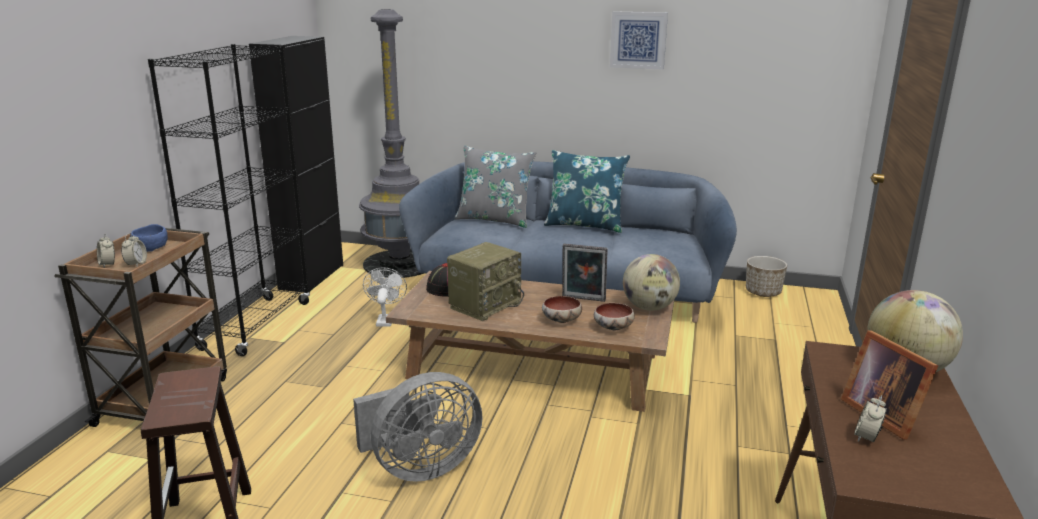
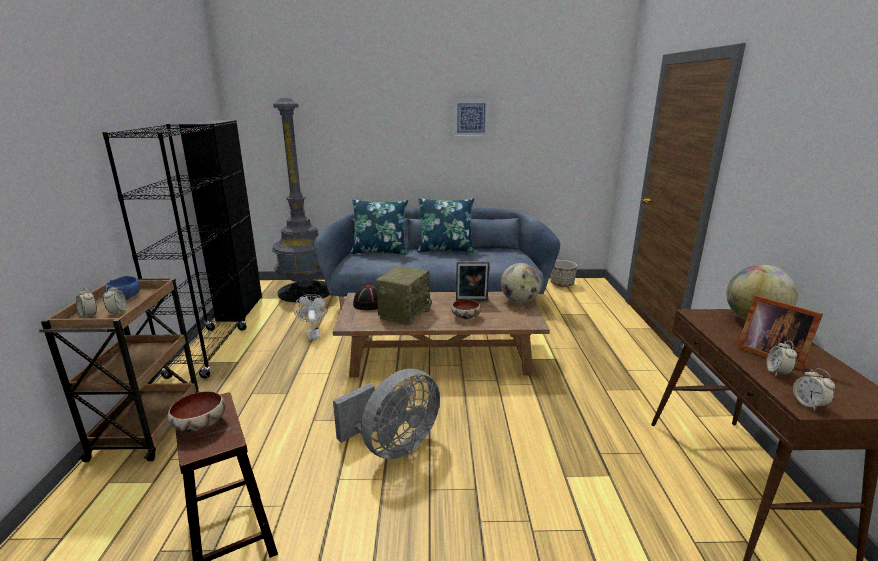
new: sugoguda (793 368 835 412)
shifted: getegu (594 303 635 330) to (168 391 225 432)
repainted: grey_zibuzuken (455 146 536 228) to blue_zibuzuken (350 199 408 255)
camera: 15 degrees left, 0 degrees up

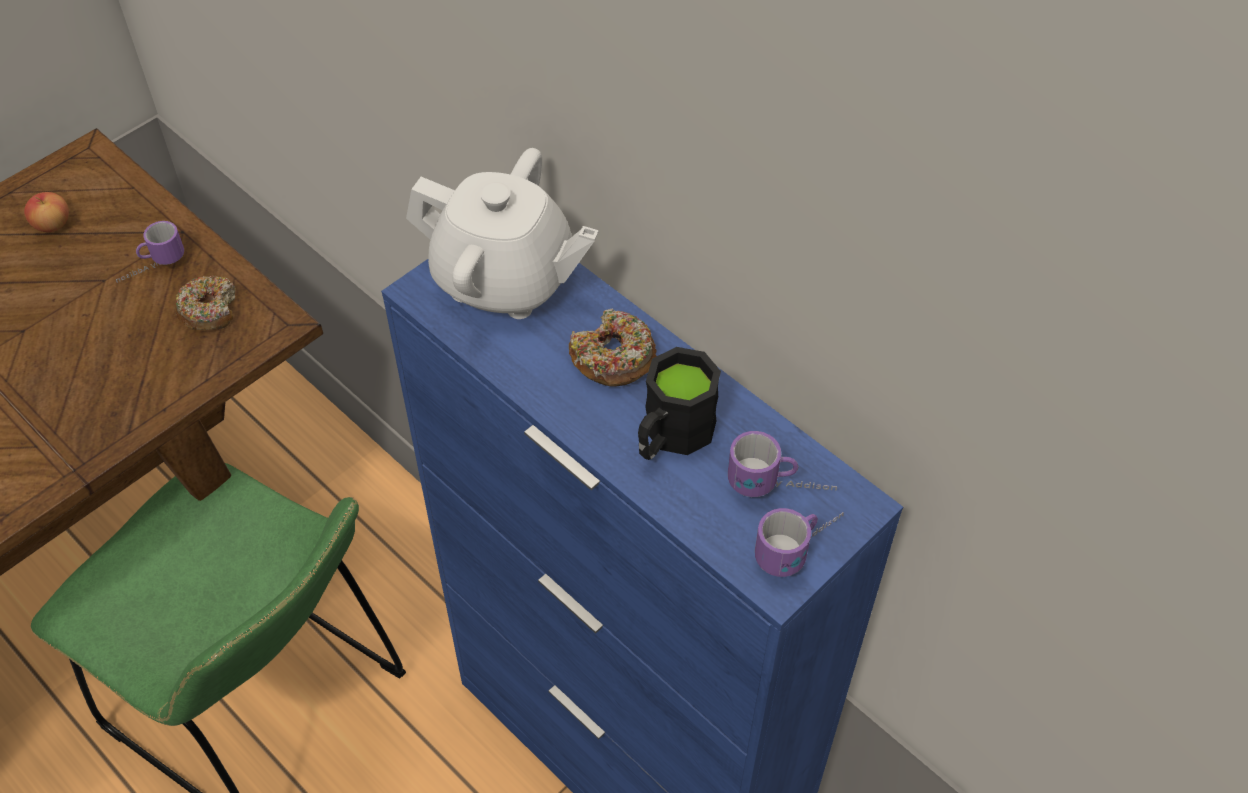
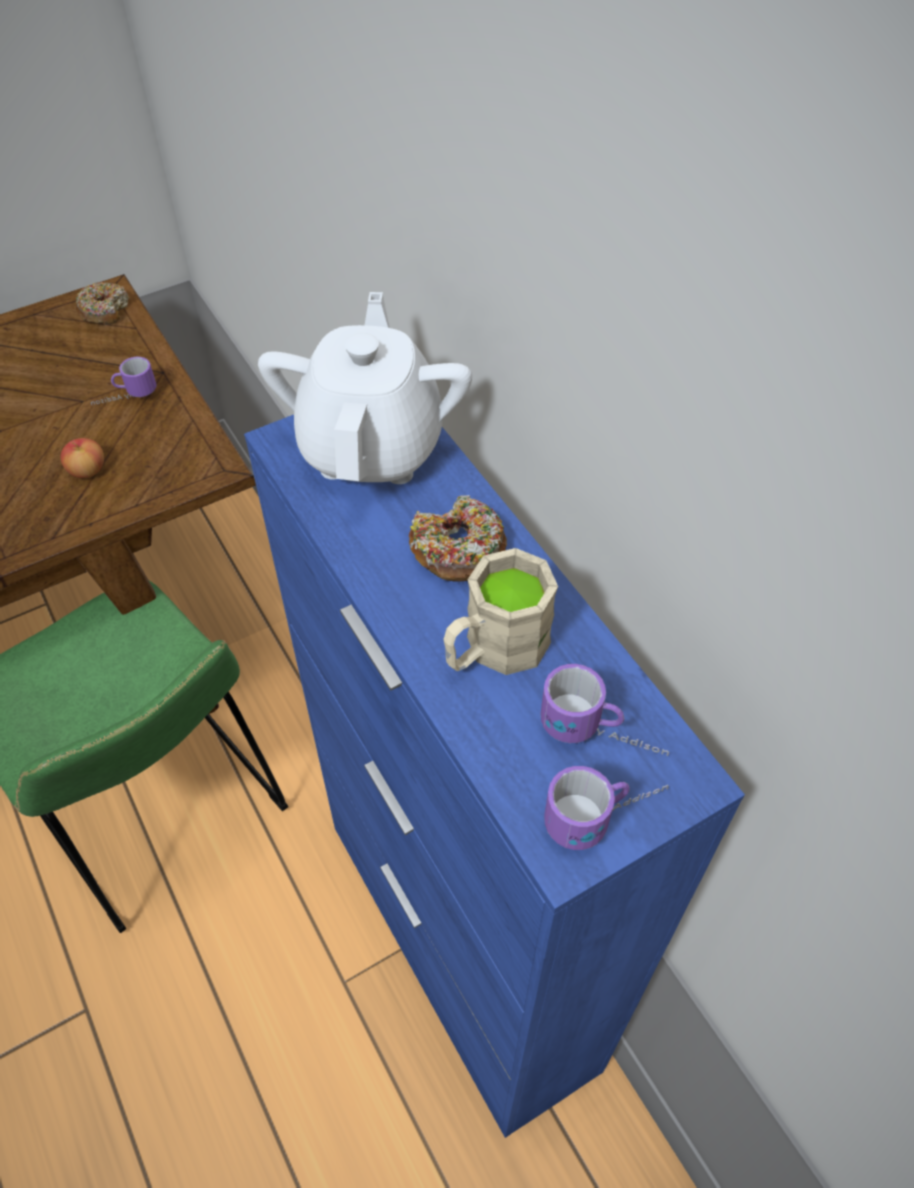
shifted: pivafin (24 192 69 232) to (61 438 104 478); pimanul (174 275 236 330) to (76 282 129 325)
repainted: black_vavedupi (638 347 721 460) to beige_vavedupi (443 548 558 675)
rotated: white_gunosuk (406 148 599 319) = (258 292 472 484) 120 degrees counterclockwise
camera: 15 degrees right, 0 degrees up

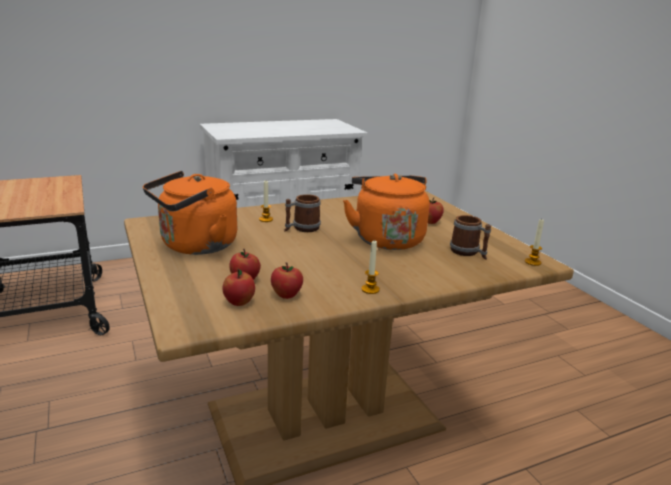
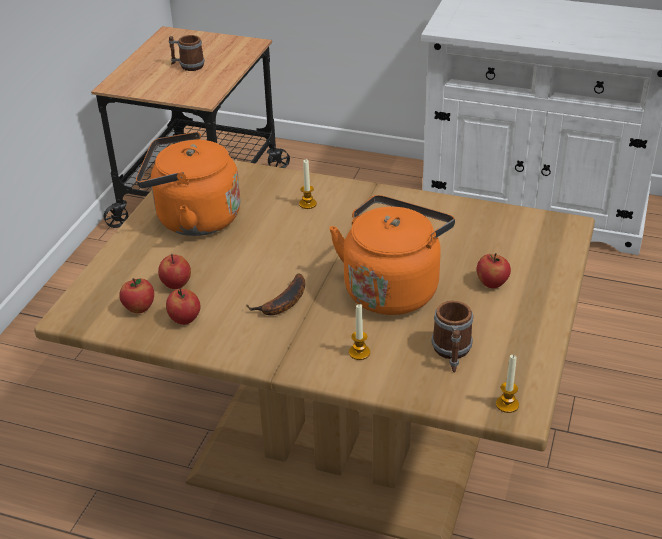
new: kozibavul (246 273 305 315)
shifted: vavedupi (284 194 321 232) to (169 35 205 71); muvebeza (361 241 380 294) to (349 304 370 360)
camera: 45 degrees right, 15 degrees up

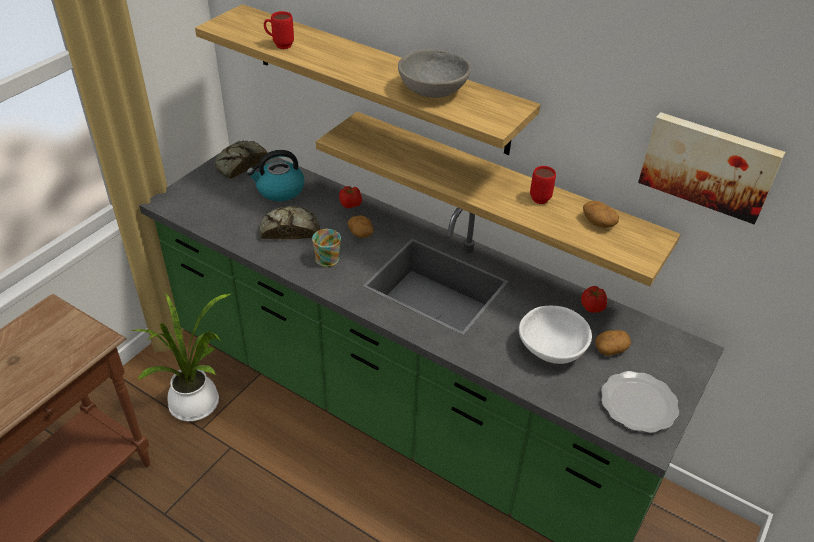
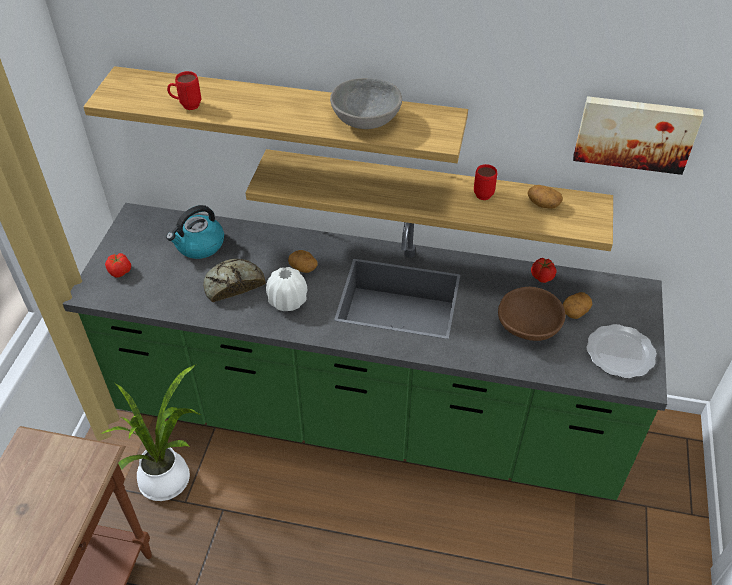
gone: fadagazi (215 141 268 179)
shifted: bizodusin (339 186 362 208) to (105 253 131 278)
swapped: vavedupi (312 229 341 267) to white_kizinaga (266 267 307 311)
repainted: white_getegu (519 306 592 364) to brown_getegu (498 287 565 341)
camera: 20 degrees left, 5 degrees up

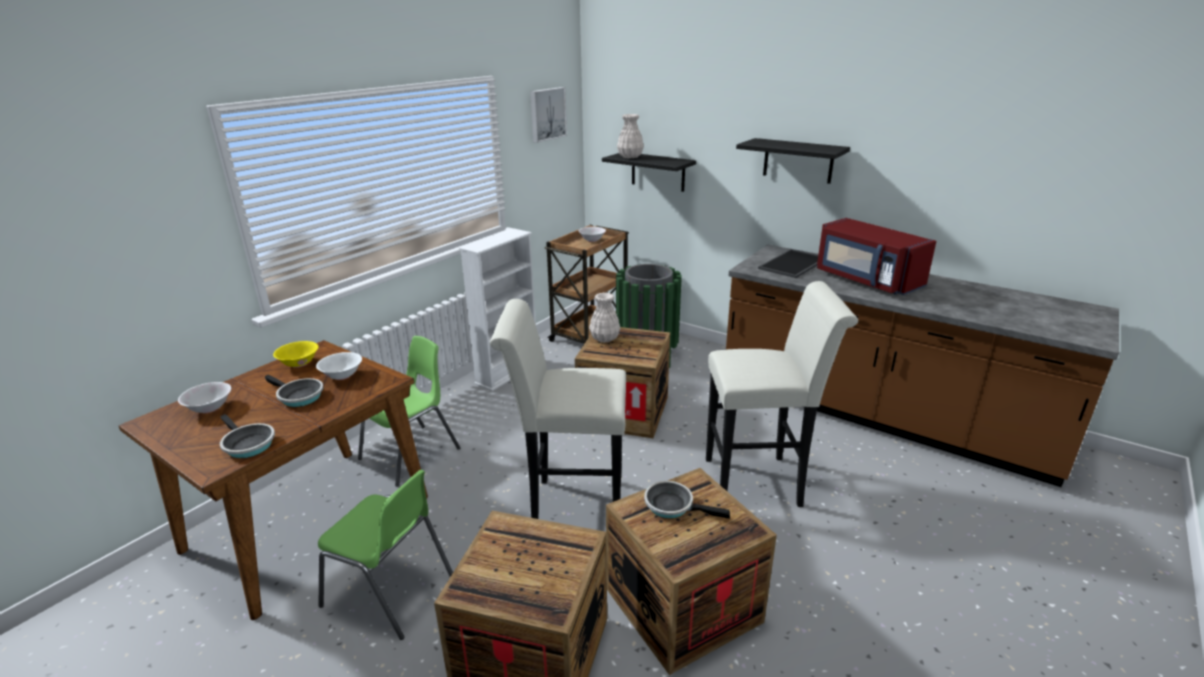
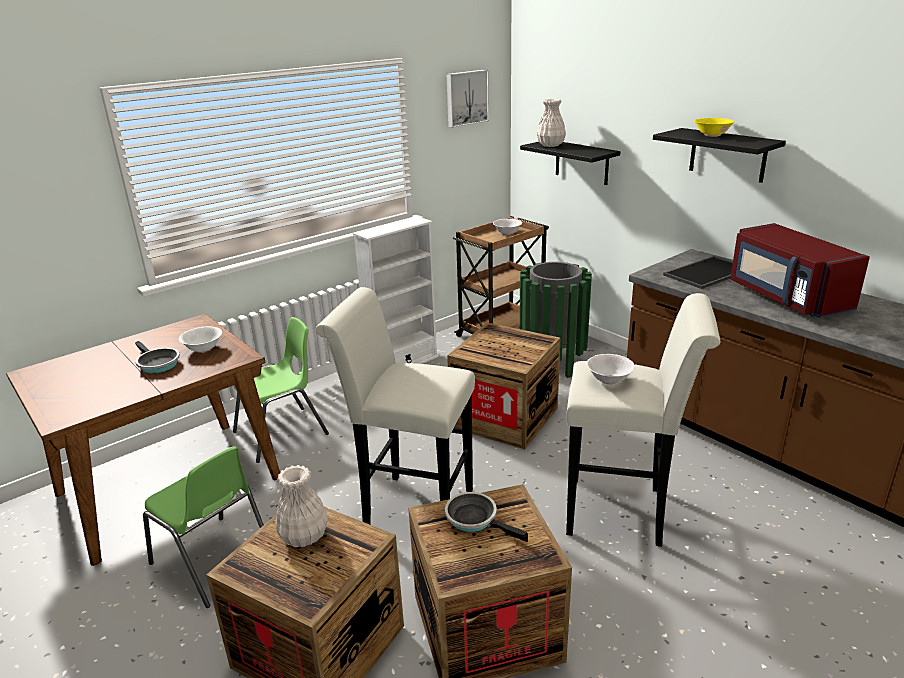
gone: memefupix (220 414 275 458)
shifted: white_getegu (178 382 231 413) to (586 354 635 384); yellow_getegu (273 341 318 368) to (694 118 735 137); white_kizinaga (589 292 620 343) to (275 465 328 547)
camera: 15 degrees right, 0 degrees up

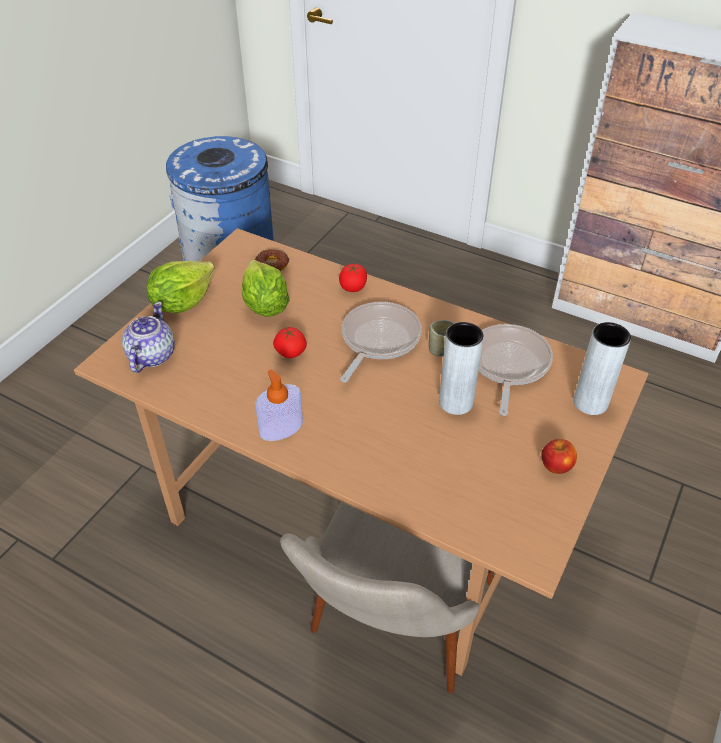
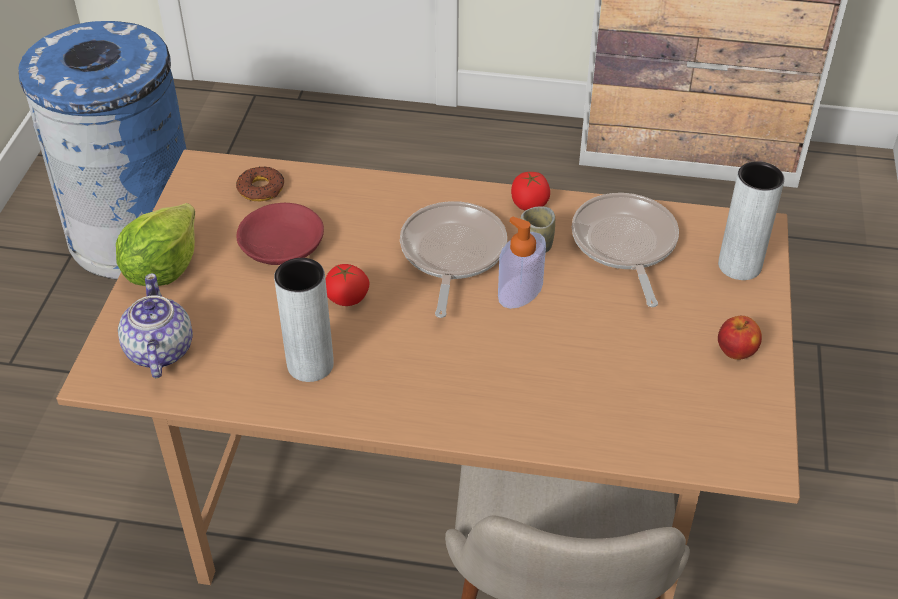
shifted: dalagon (255 369 303 441) to (498 217 546 309); bizodusin (339 264 367 292) to (511 172 550 211); grey_kizinaga (439 322 484 415) to (274 258 334 382)
swapped: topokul (242 260 290 317) to red_getegu (237 203 324 265)
camera: 20 degrees left, 0 degrees up

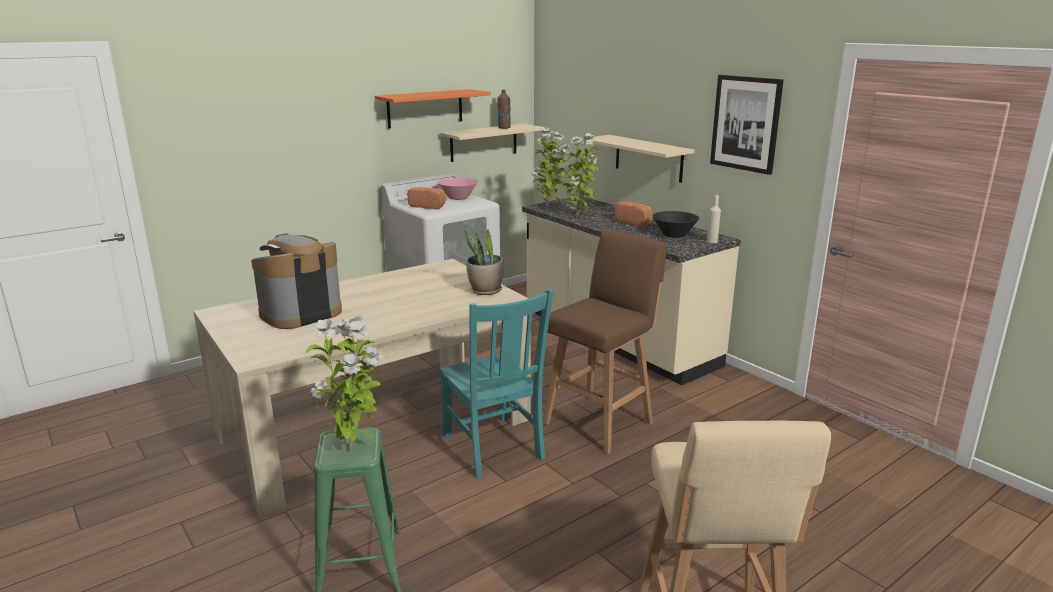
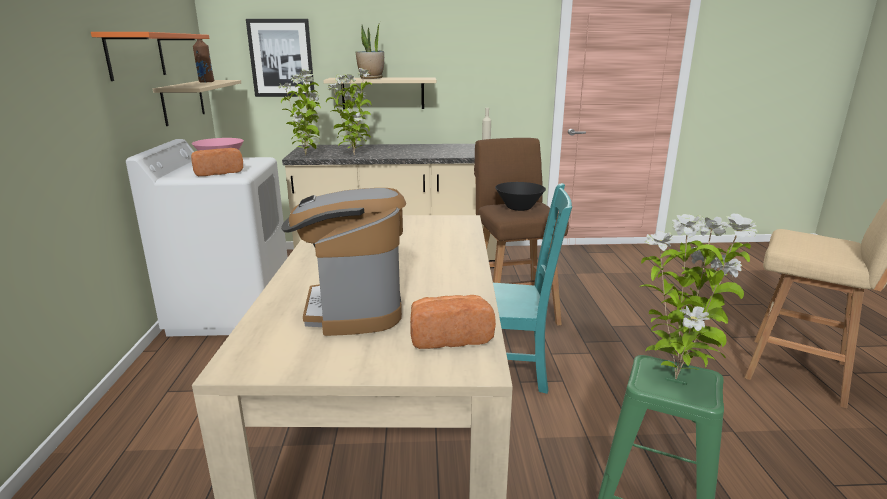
shifted: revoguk (465 229 503 295) to (356 21 384 79); fadagazi (614 202 653 227) to (410 295 496 349); black_getegu (652 211 699 238) to (495 182 546 211); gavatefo (710 75 784 175) to (246 19 314 97)
camera: 55 degrees left, 0 degrees up

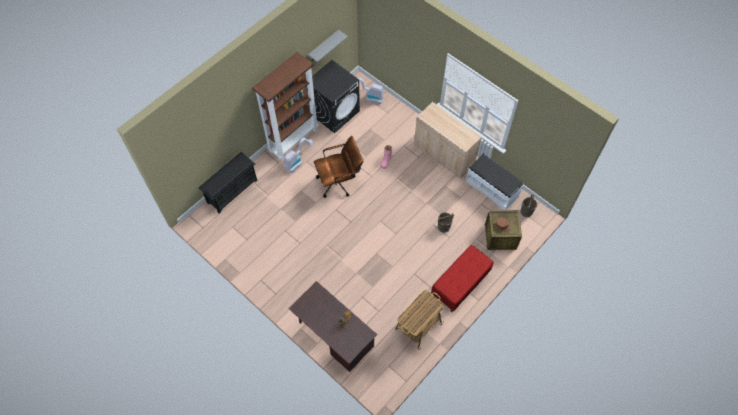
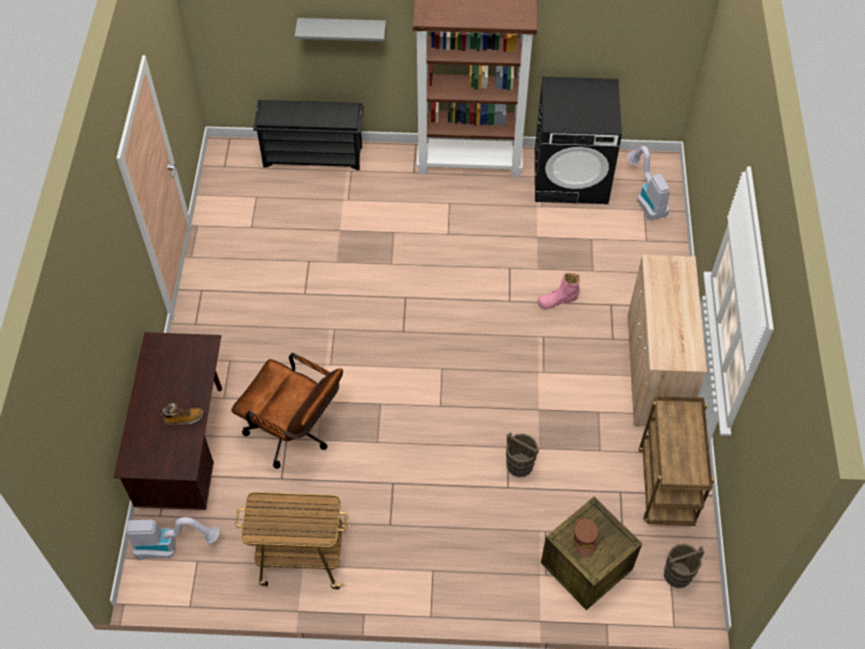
gone: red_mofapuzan (431 245 494 312)
shifted: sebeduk (284 138 313 173) to (127 517 220 560); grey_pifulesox (308 30 348 63) to (295 18 386 42); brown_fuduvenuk (314 136 363 198) to (231 353 343 469)
swapped: white_mofapuzan (466 154 524 210) to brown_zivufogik (638 396 714 526)
camera: 50 degrees right, 5 degrees down

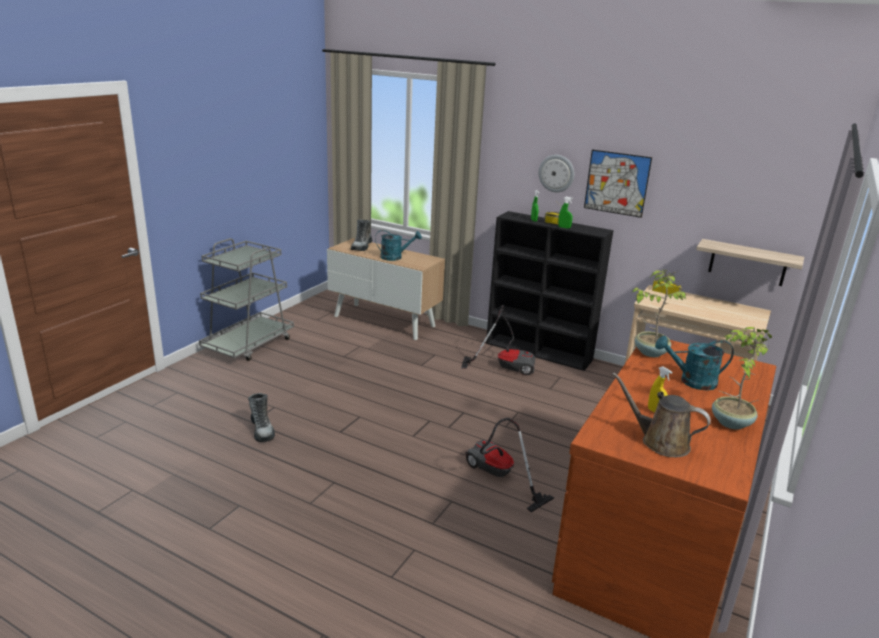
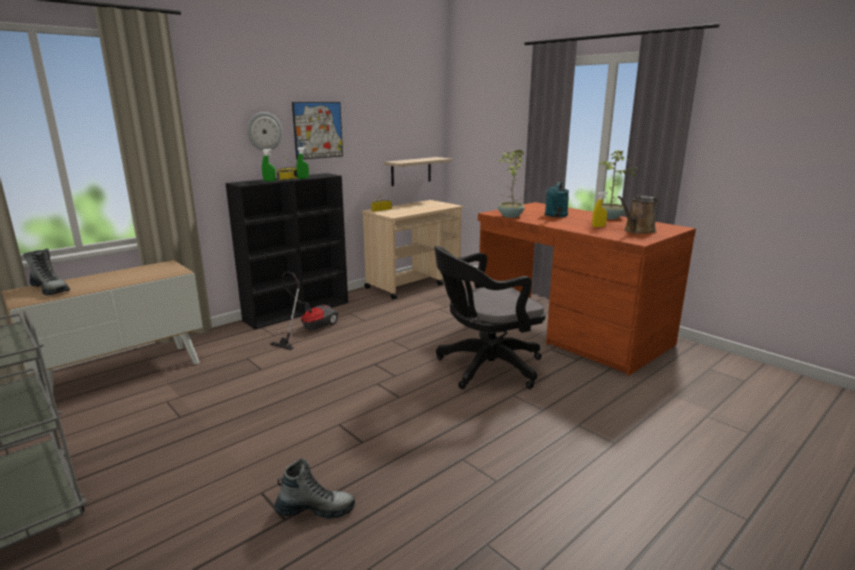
gone: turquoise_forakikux (375 230 422 261)
swapped: sebeduk (465 418 554 512) to black_fuduvenuk (434 246 546 389)
camera: 70 degrees left, 5 degrees down

